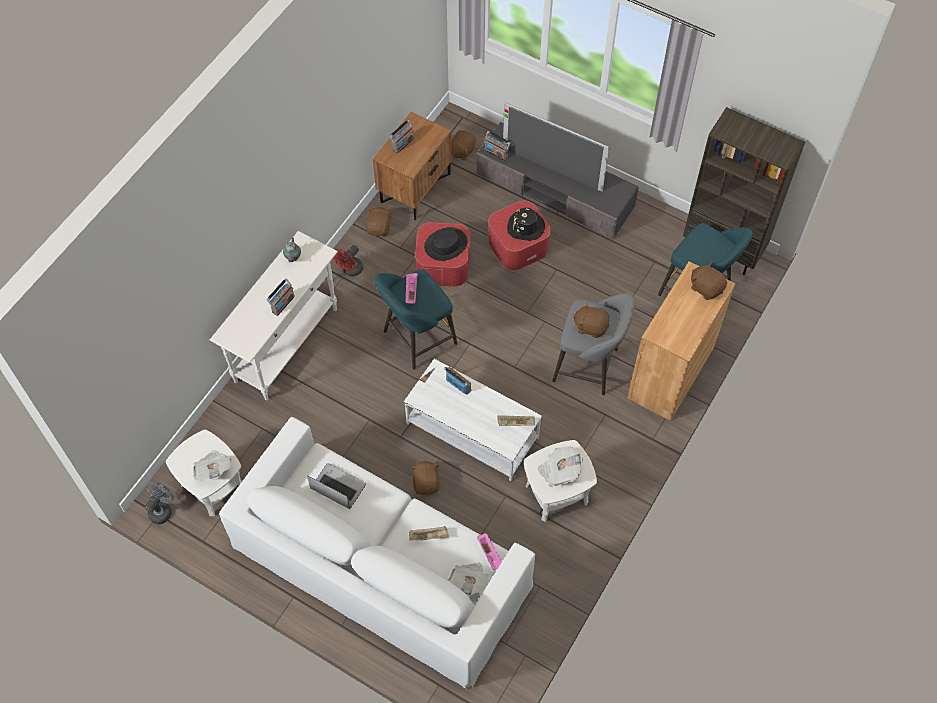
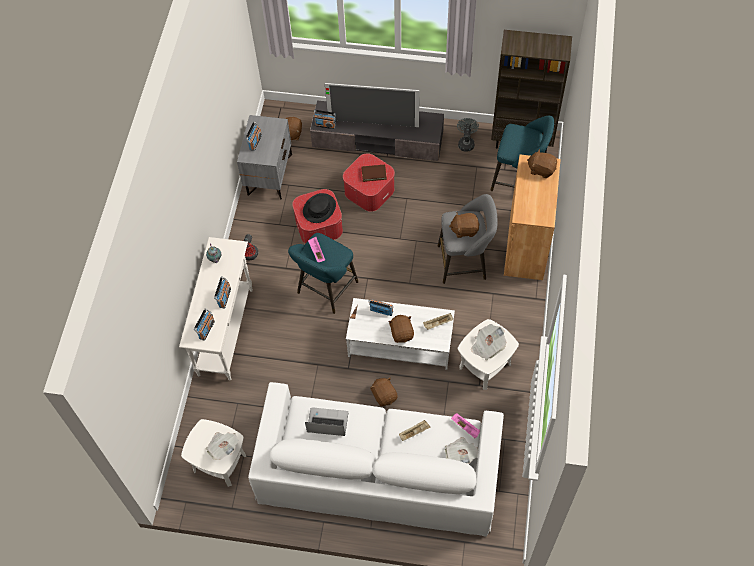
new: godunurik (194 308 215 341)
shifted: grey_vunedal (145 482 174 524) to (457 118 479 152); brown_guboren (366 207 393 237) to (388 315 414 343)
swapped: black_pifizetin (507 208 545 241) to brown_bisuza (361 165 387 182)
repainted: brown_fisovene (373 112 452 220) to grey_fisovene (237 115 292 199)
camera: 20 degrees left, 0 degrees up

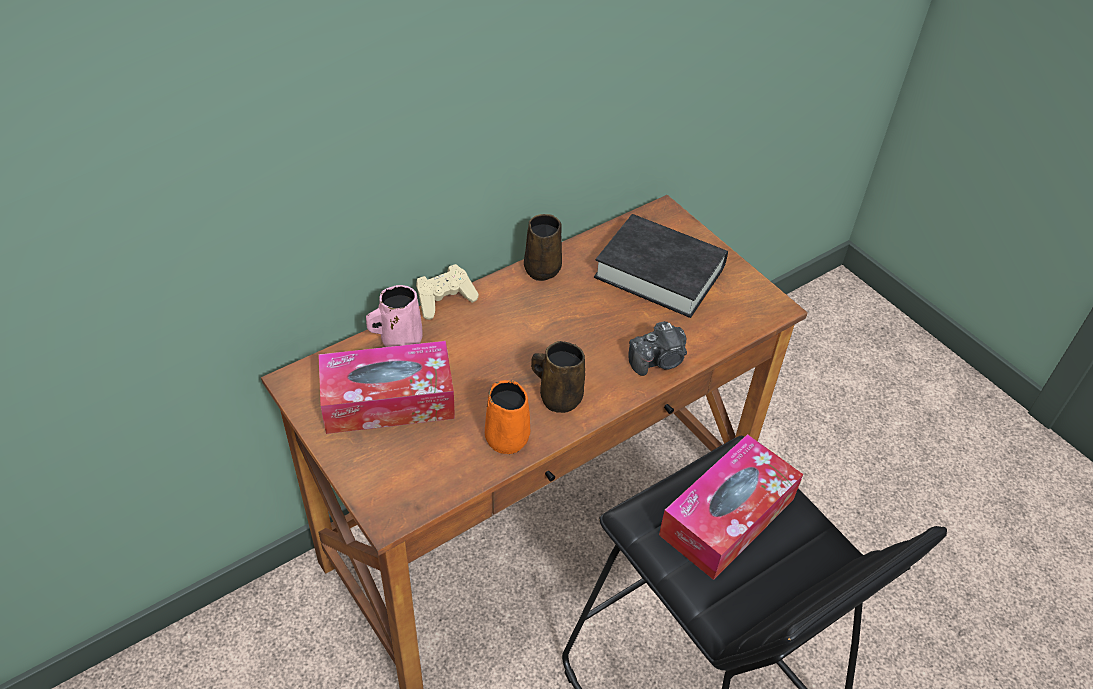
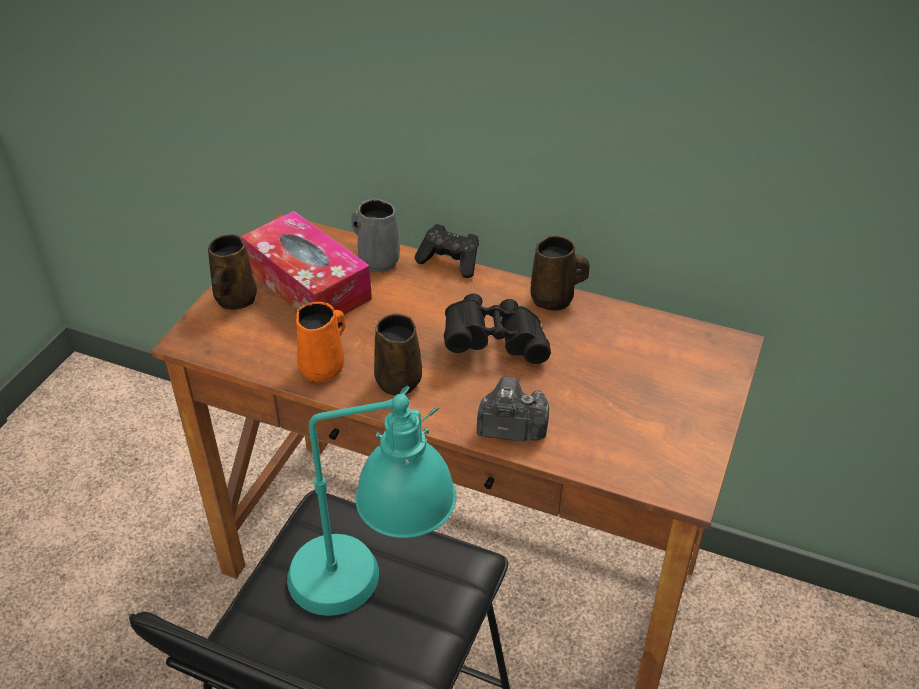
gone: black_bisuza (594 214 728 318)
new: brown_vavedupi (208 234 257 310); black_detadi (444 293 551 364)
swapped: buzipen (659 434 803 580) to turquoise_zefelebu (287 386 456 616)
repainted: pink_vavedupi (366 285 423 347) to grey_vavedupi (351 199 400 272); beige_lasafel (416 264 479 320) to black_lasafel (415 224 479 278)
rotated: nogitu (629 321 687 376) = (477 376 549 442) 150 degrees clockwise
camera: 60 degrees right, 5 degrees down

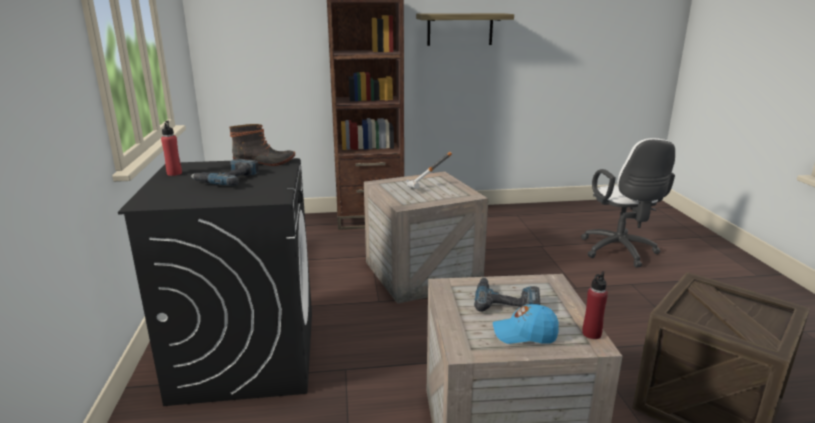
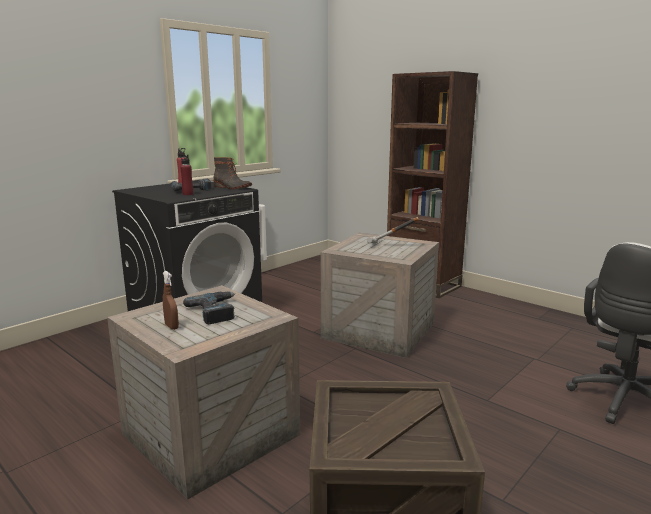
gone: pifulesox (416 13 514 46)
shifted: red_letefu (582 271 608 339) to (179 154 193 195)
swapped: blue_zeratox (493 304 559 344) to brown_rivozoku (163 271 179 330)
camera: 50 degrees right, 5 degrees down

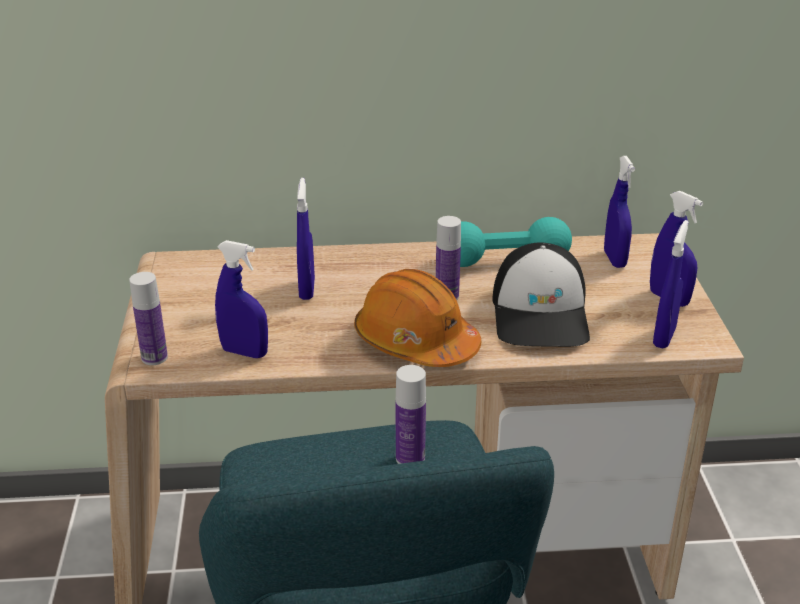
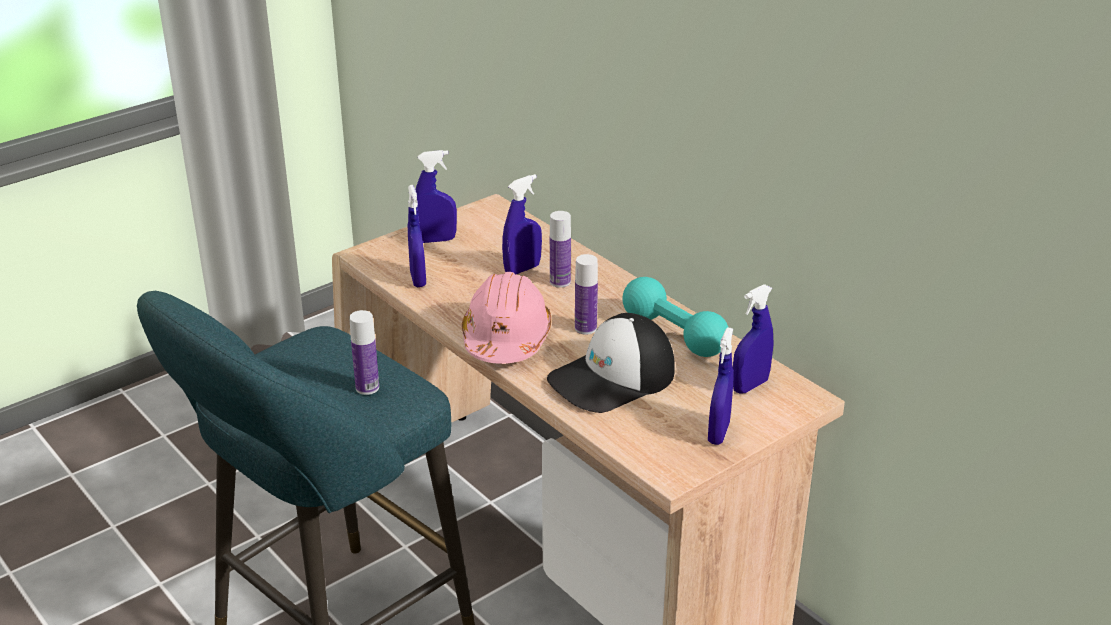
shifted: letefu (129 272 168 365) to (550 211 571 288); blue_rivozoku (653 220 689 349) to (416 150 457 243)
repainted: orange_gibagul (354 269 481 367) to pink_gibagul (462 272 551 364)
camera: 55 degrees right, 0 degrees up

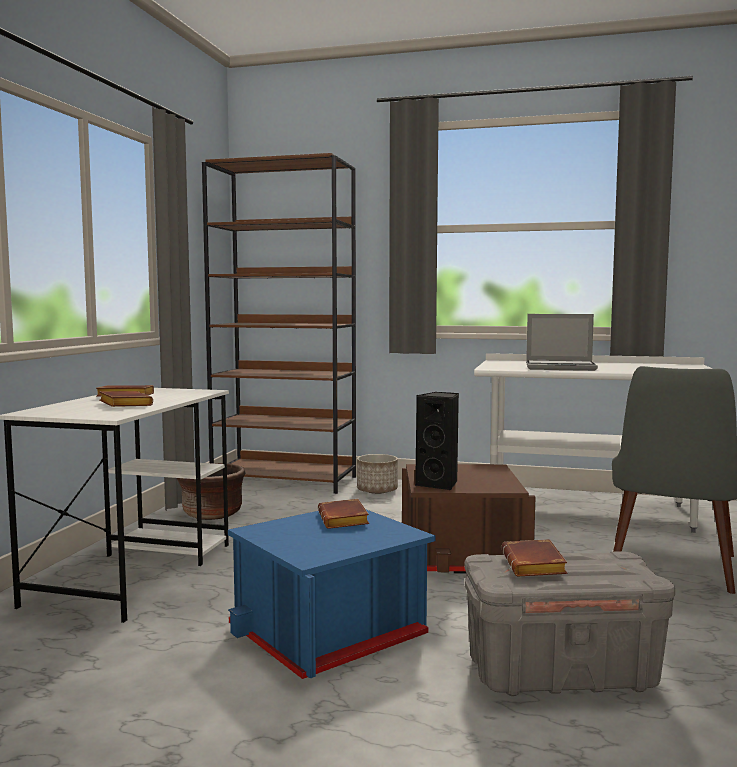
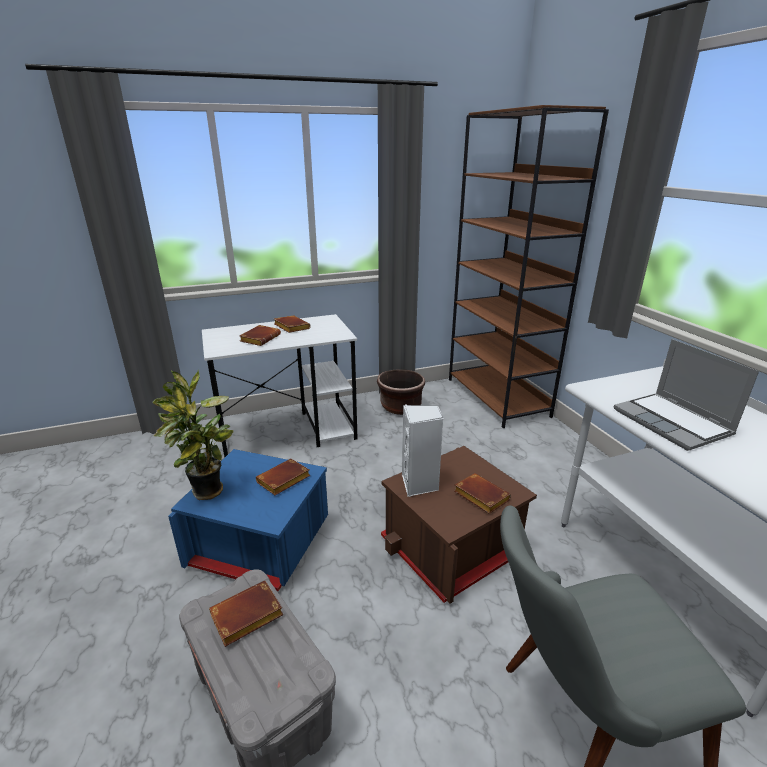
gone: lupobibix (357 454 398 494)
new: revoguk (152 370 234 500); brown_bisuza (454 473 511 514)
repainted: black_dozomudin (415 392 459 490) to white_dozomudin (402 404 444 497)
camera: 55 degrees right, 20 degrees up

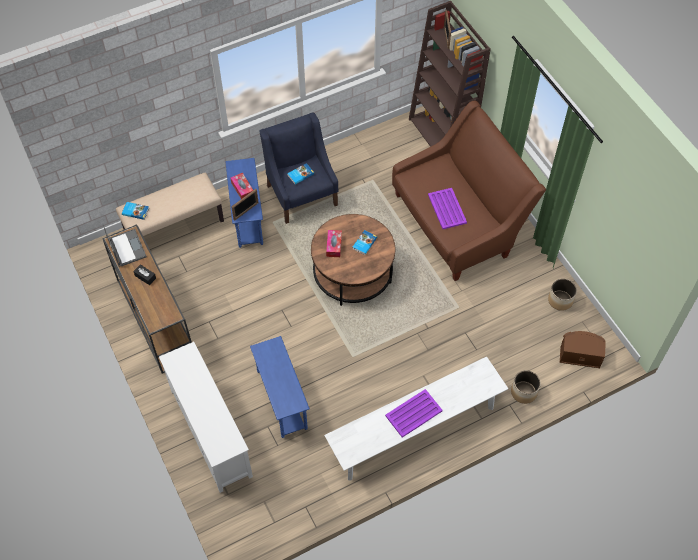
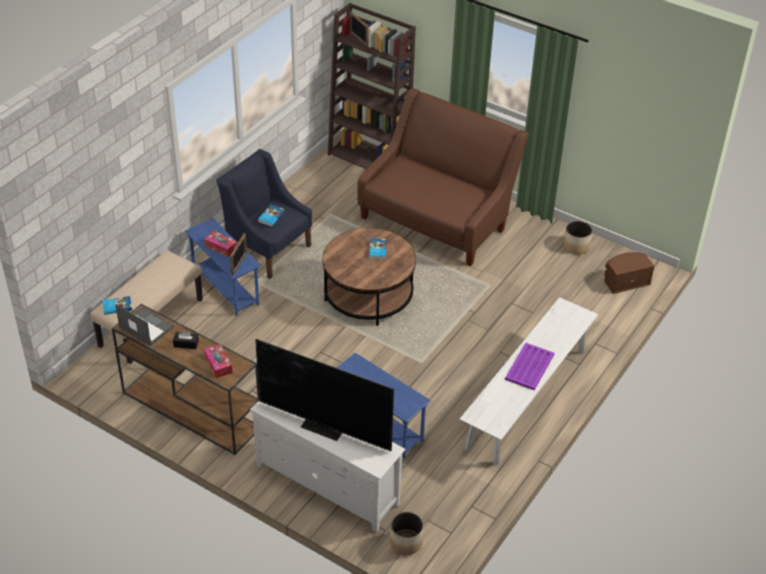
gone: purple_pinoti (428 188 467 229)
new: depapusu (255 339 394 451)
shifted: buzipen (326 230 342 257) to (204 344 232 378); lupobibix (511 370 541 404) to (390 512 424 555)
camera: 30 degrees left, 15 degrees down

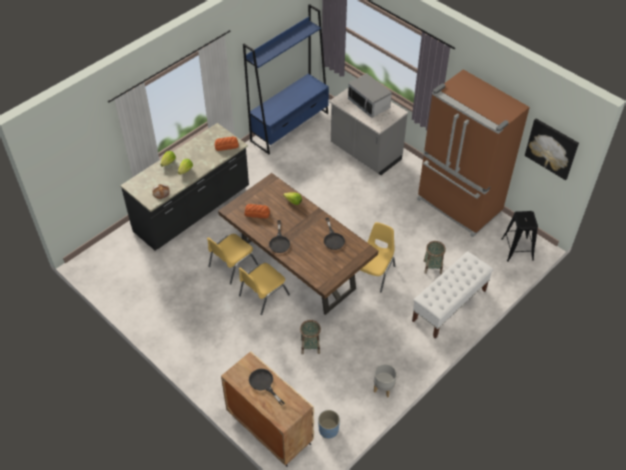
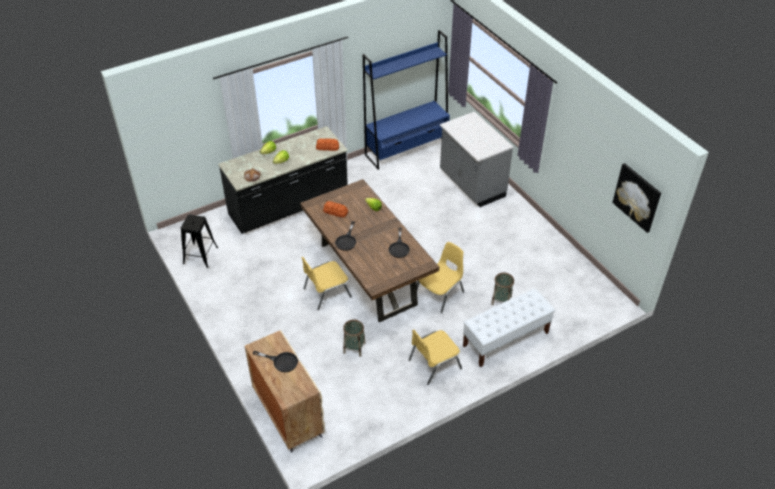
gone: blue_lupobibix (318 410 340 439); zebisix (348 73 392 118); grey_lupobibix (374 364 397 398); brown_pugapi (417 69 530 237)
shifted: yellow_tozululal (207 234 258 284) to (408 330 462 385); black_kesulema (501 211 538 262) to (181 215 218 268)
rotated: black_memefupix (249 369 285 406) = (253 350 298 372) 135 degrees clockwise
camera: 15 degrees right, 5 degrees down

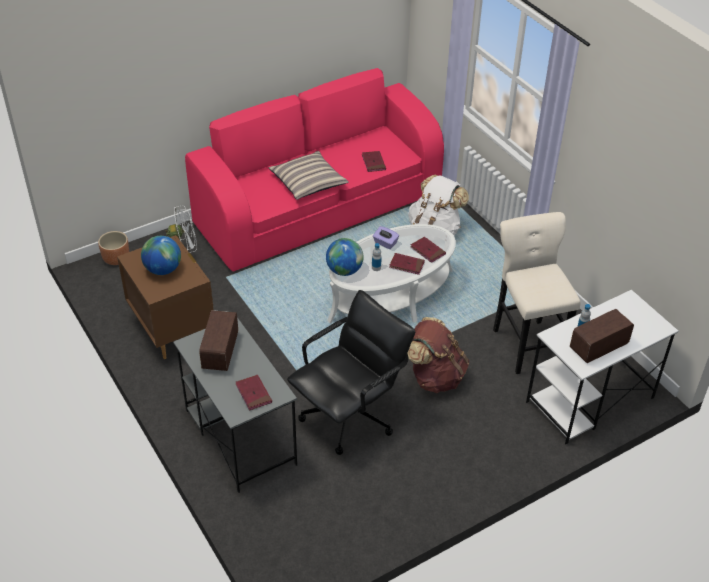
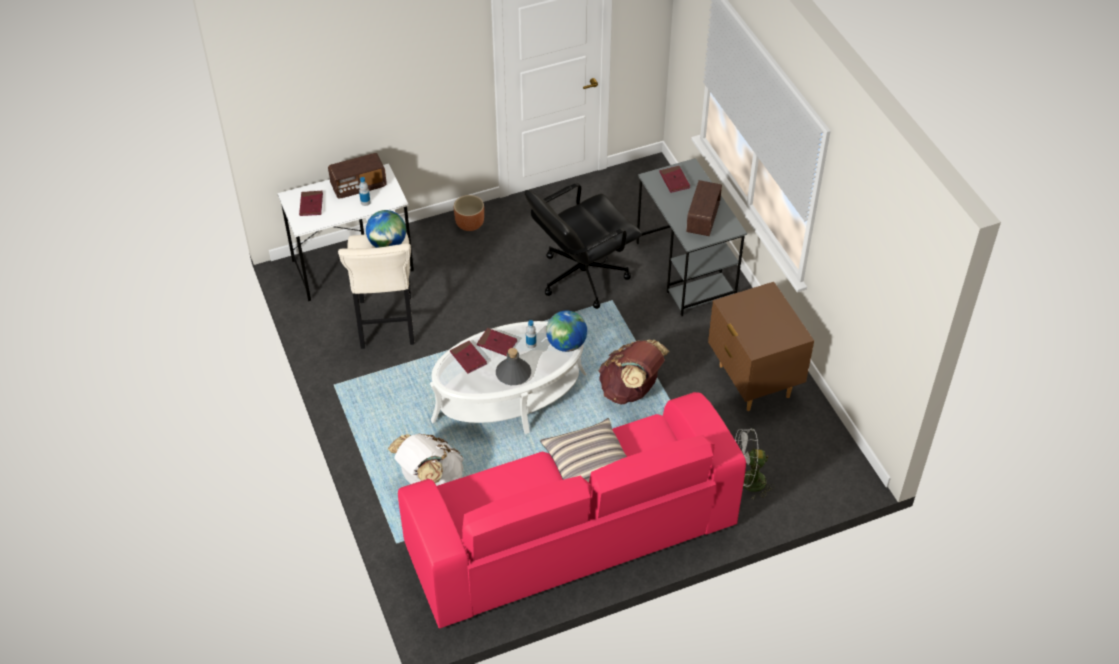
shifted: brown_lupobibix (98 231 129 265) to (454 195 484 231); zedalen (141 236 181 275) to (366 210 406 248); red_bisuza (362 151 386 172) to (299 191 323 216); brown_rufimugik (407 317 469 393) to (599 340 669 404)
swapped: purple_buzipen (373 226 399 249) to grey_letefu (496 348 531 385)
camera: 170 degrees left, 5 degrees up

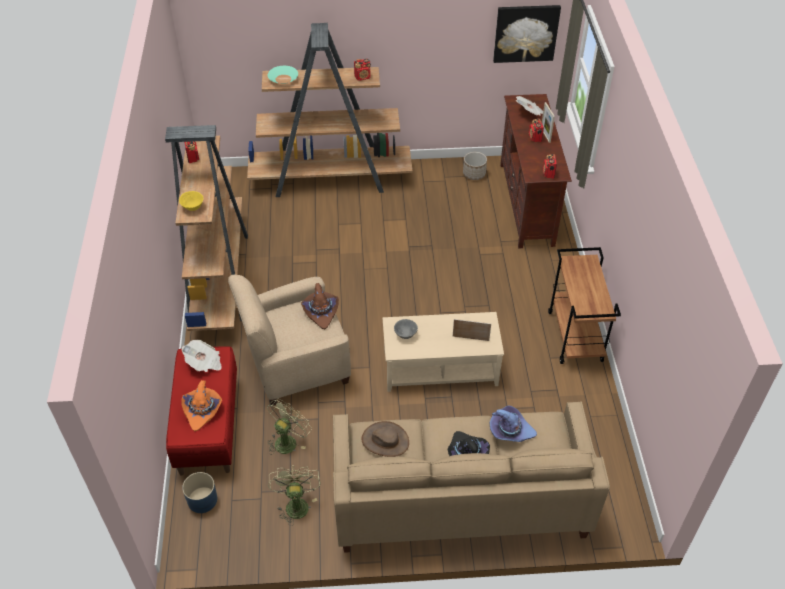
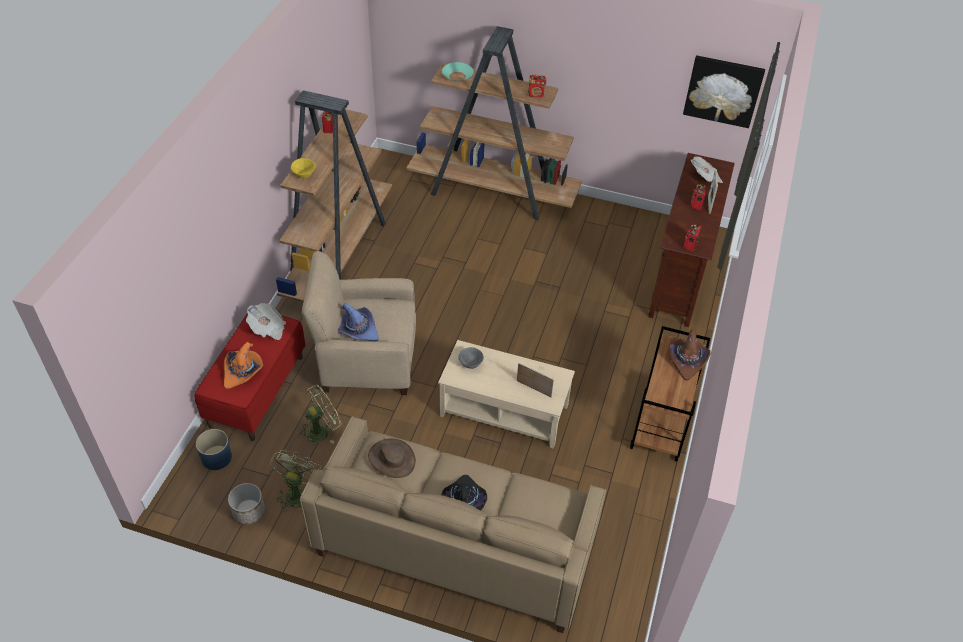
shifted: brown_pifizetin (301 283 339 329) to (669 329 711 381); lupobibix (463 152 487 180) to (228 483 265 524); purple_pifizetin (489 405 537 442) to (338 303 379 341)
camera: 20 degrees right, 0 degrees up

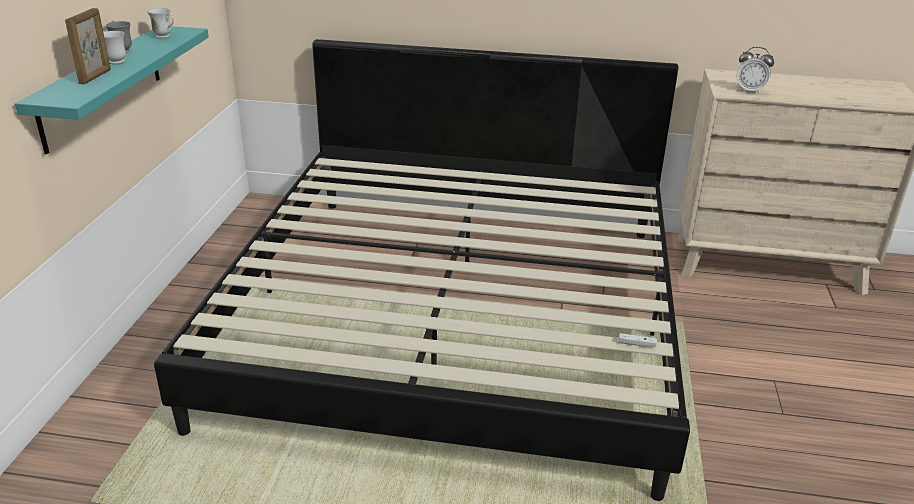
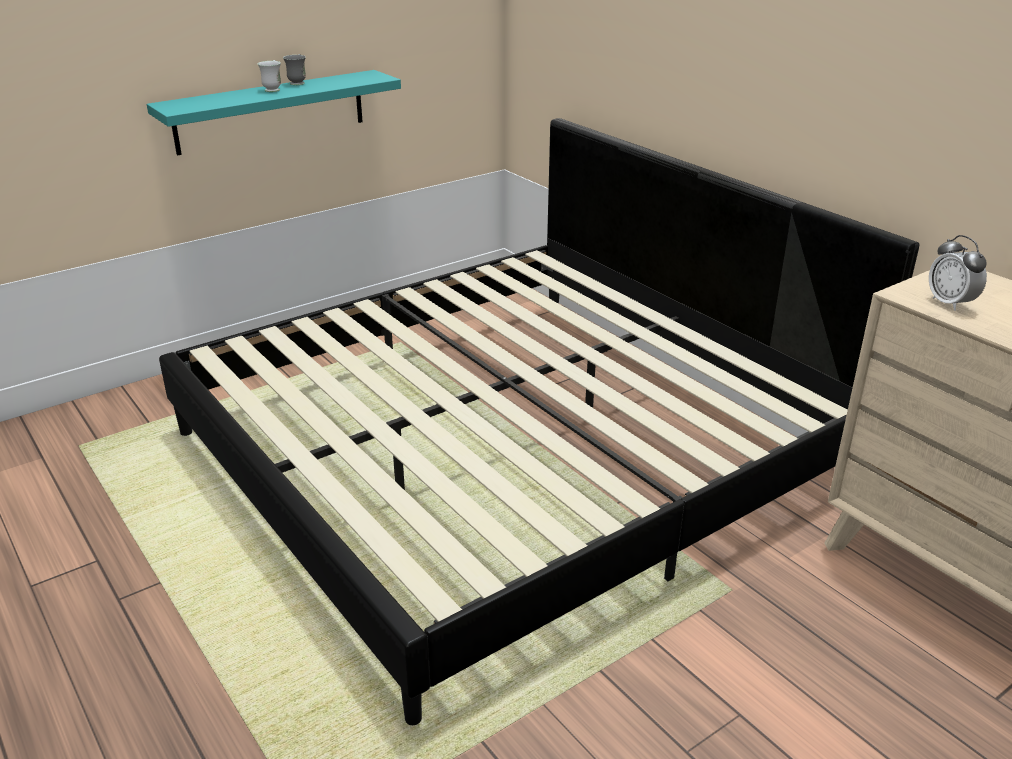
gone: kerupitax (65 8 111 84); white_vavedupi (147 8 174 39); white_lasafel (618 333 657 347)
camera: 45 degrees right, 0 degrees up

